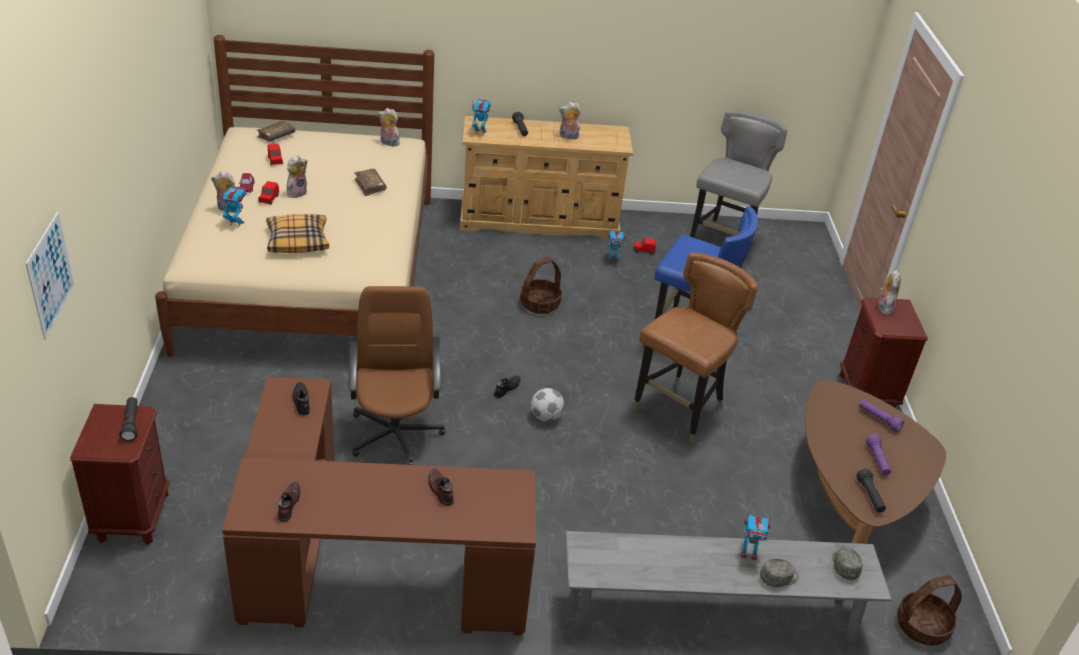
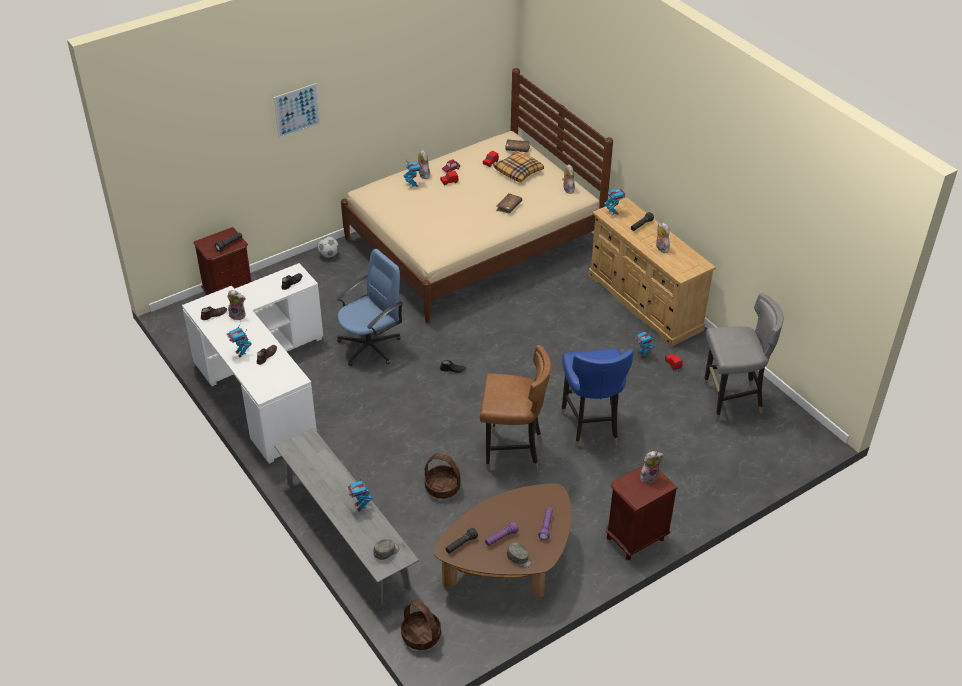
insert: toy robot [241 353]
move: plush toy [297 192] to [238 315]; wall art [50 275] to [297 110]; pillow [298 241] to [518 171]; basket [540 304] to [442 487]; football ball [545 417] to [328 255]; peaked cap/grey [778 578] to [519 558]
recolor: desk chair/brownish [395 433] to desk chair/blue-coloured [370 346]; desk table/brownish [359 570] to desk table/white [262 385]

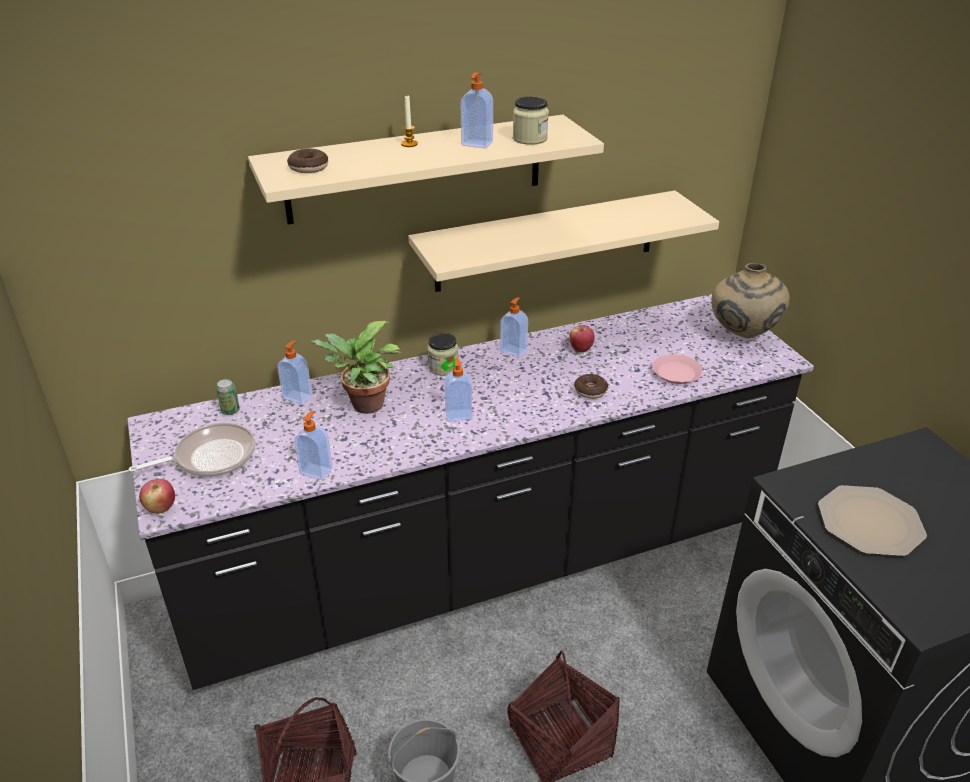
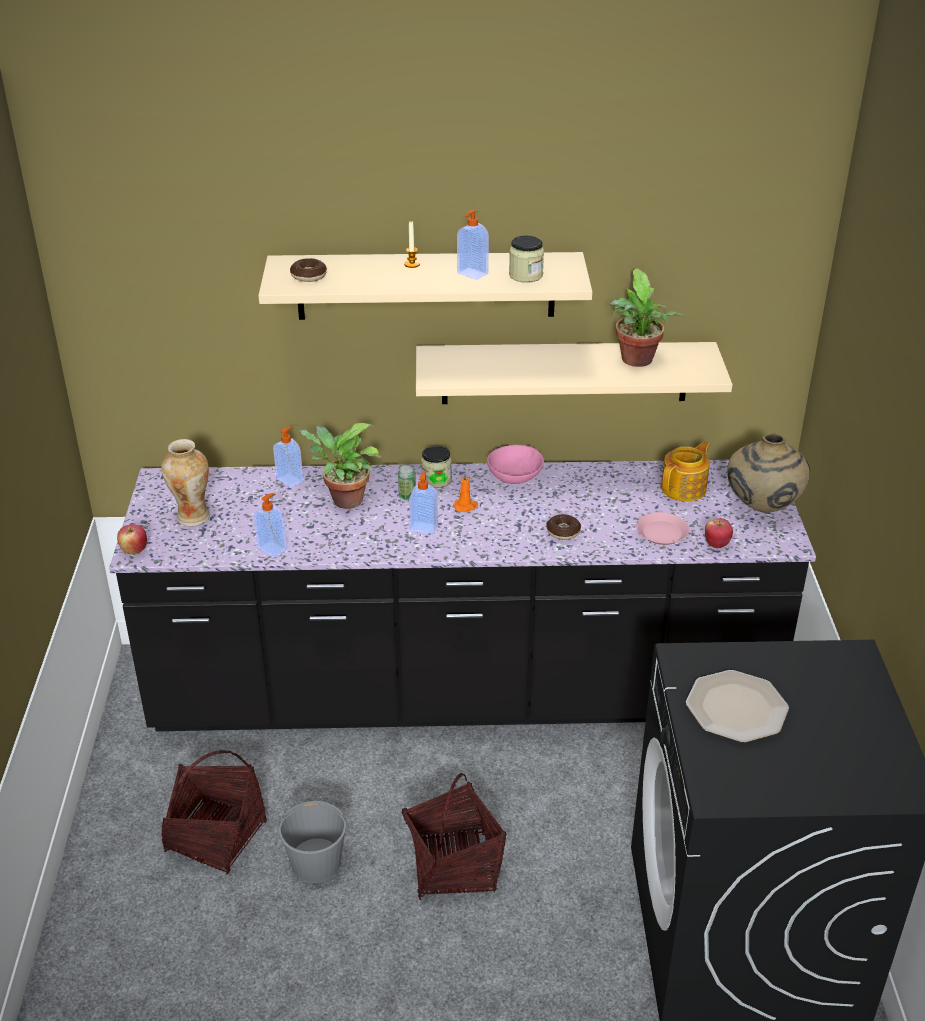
insert: potted plant [637 362]; teapot [684 488]; wax light/orange [466 506]
move: whole apple [581 349] to [716 544]; metal can [230 411] to [407 496]
replace: soap dispenser [514 350] to bowl/pinkish [514 477]; pan [211 457] to decorative vase [192 517]

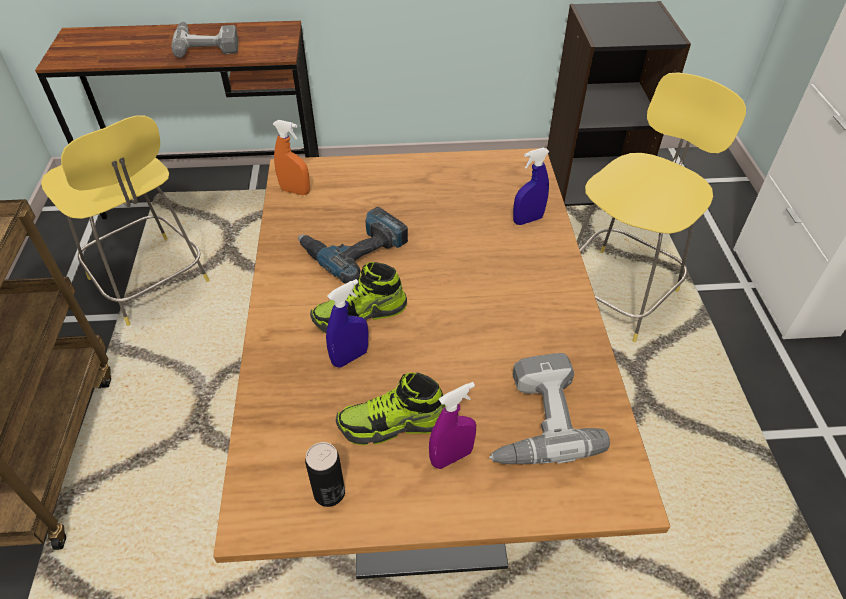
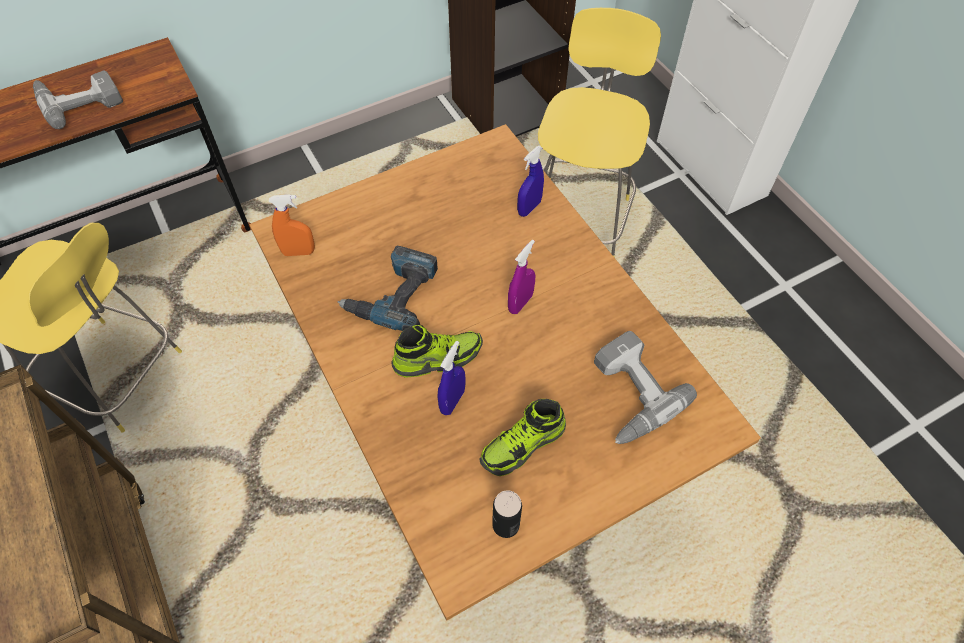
move: sprayer/purple [451 457] to [520 303]
rotate: item of footwear [360 315] = [437 358] 150 degrees counterclockwise

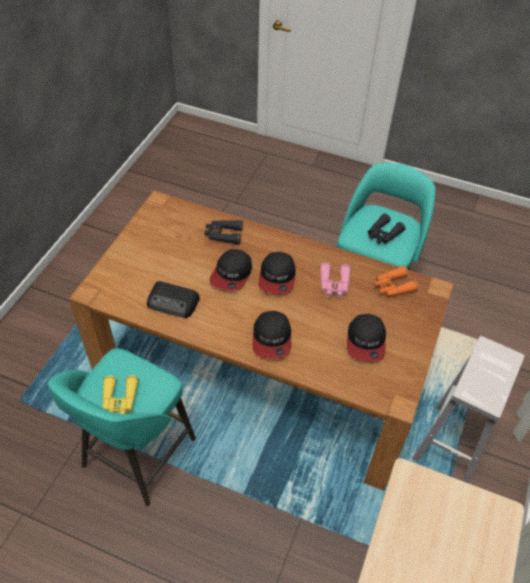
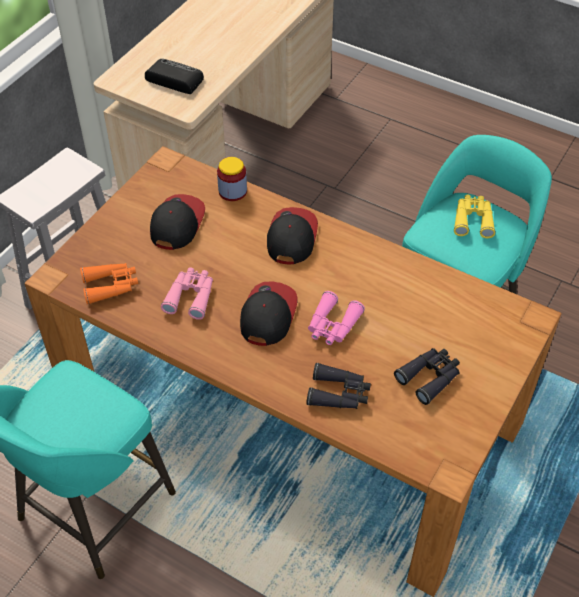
insert: preserve jar [232 191]
move: field glasses/black [383 234] to [430 377]; radio receiver [173 302] to [174 79]
replace: peaked cap [232 274] to field glasses/pinkish [332 325]

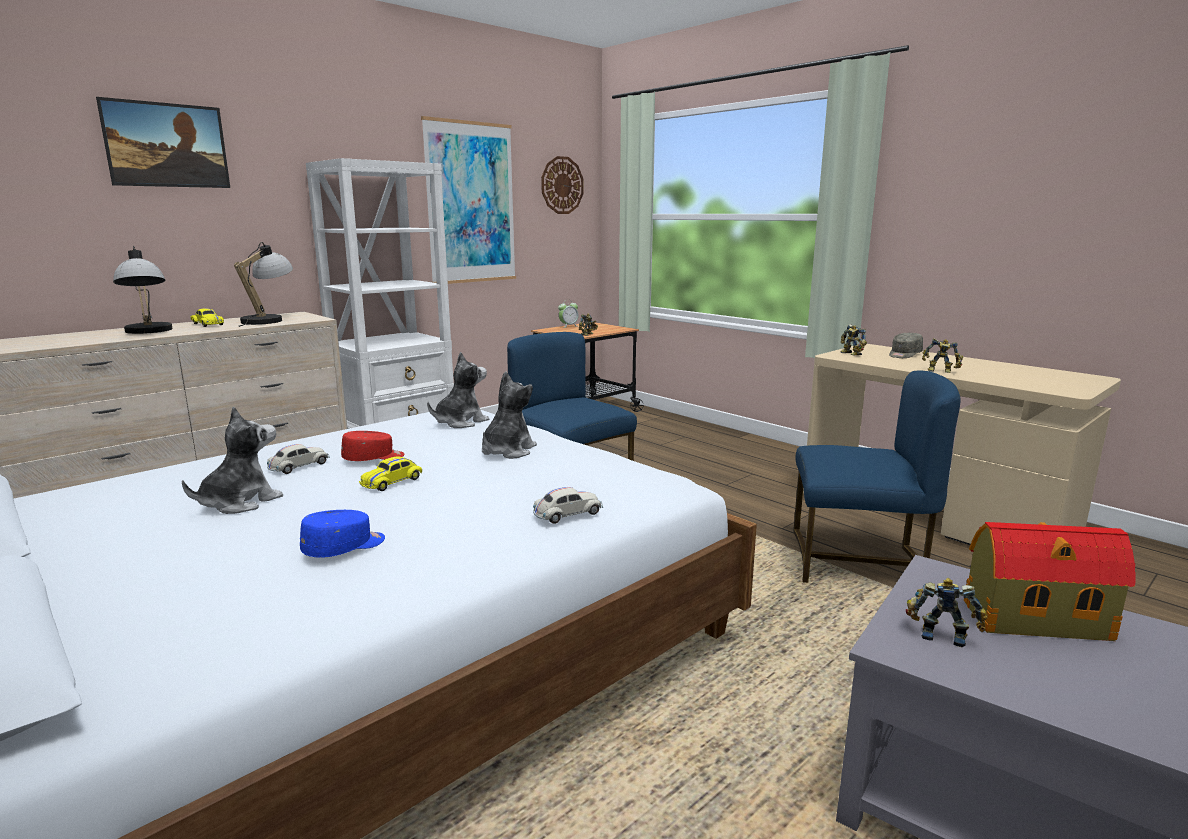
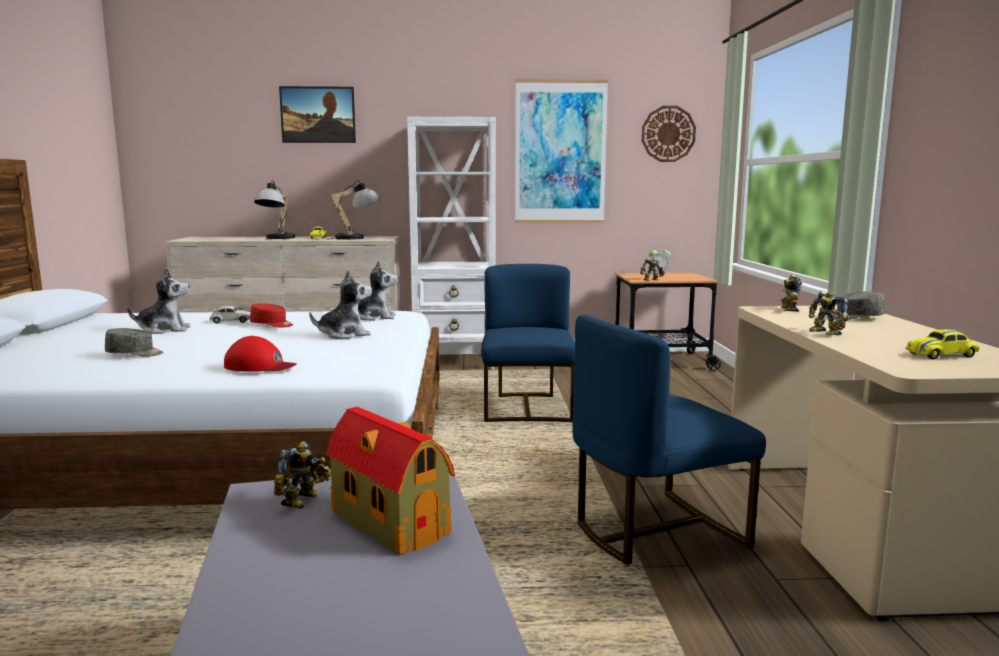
move: toy car/yellow [392 482] to [941 355]
replace: toy car/white [567 513] to peaked cap/reddish [259 366]
recolor: peaked cap/blue-coloured [344 548] to peaked cap/grey [135 354]
rotate: chair/blue-coloured [856 561] = [654 530] 105 degrees clockwise; toy robot [941 634] = [304 500] 45 degrees clockwise

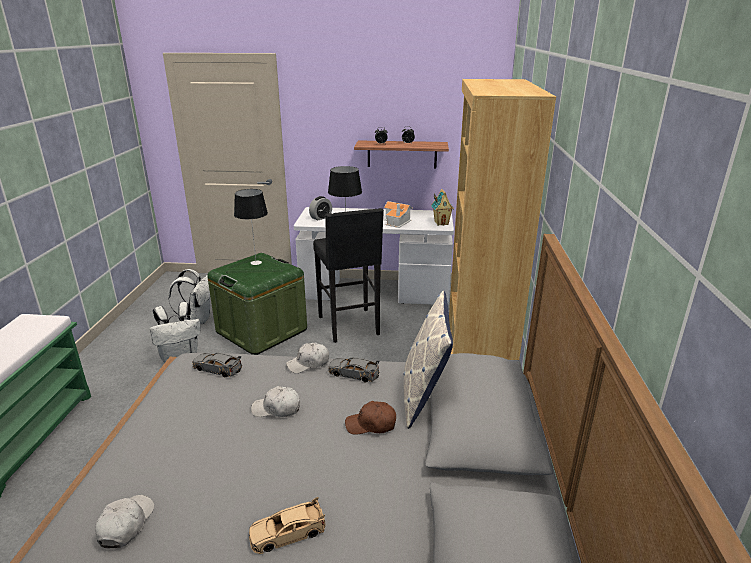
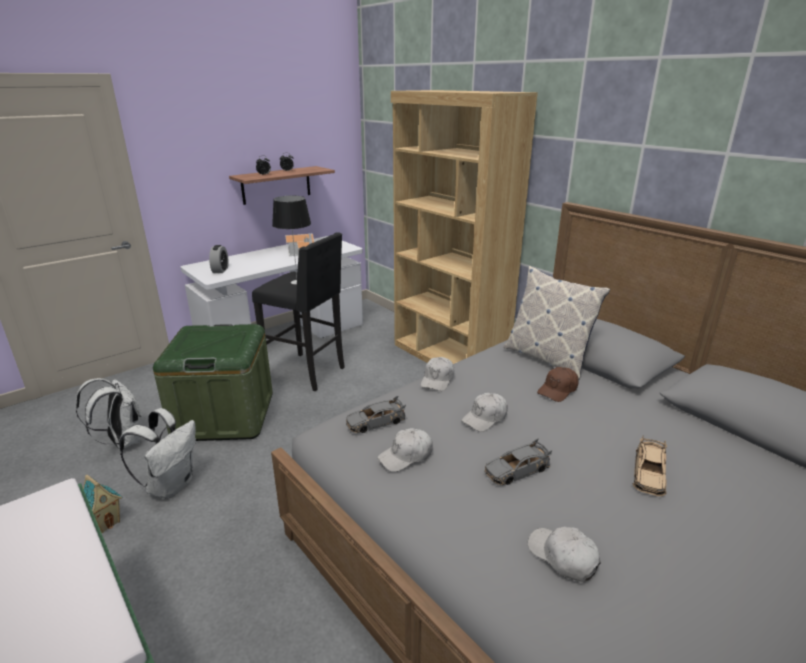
delete: tabletop lamp [256 263]
insert: peaked cap/white [406 456]
move: toy house [441 223] to [106 522]; toy car/grey [354 373] to [517 470]

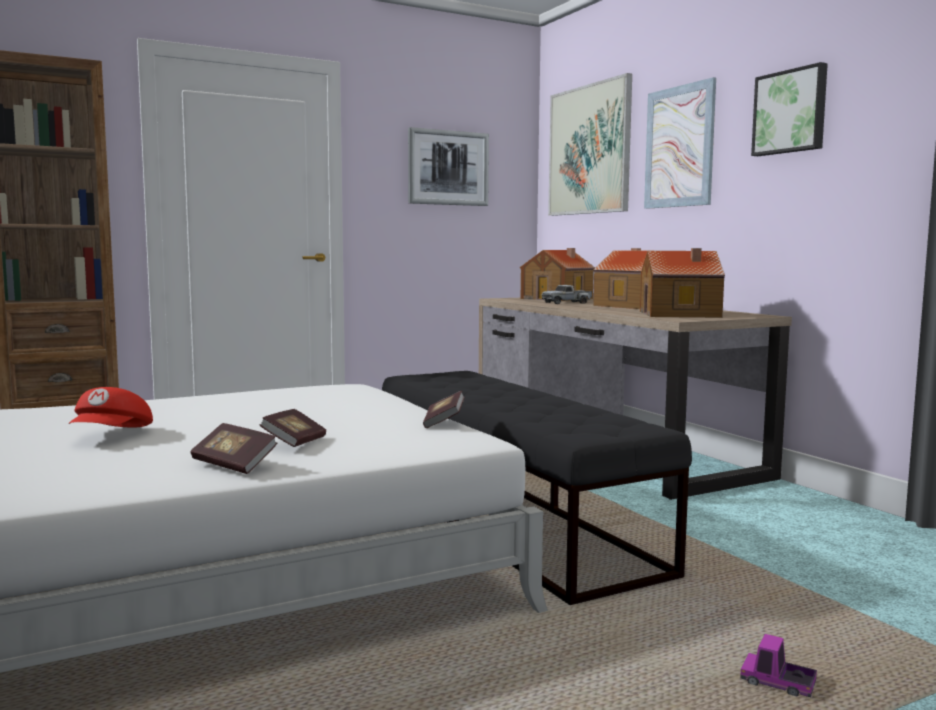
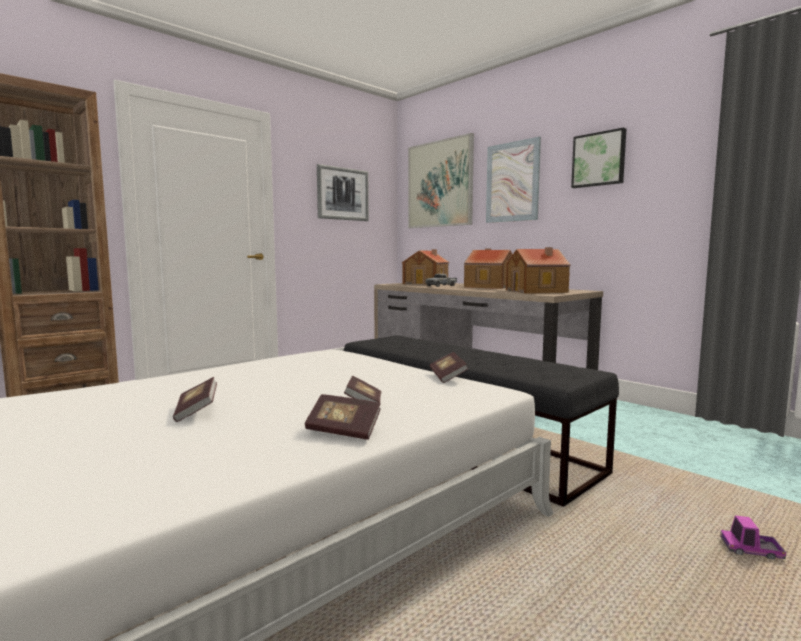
replace: peaked cap/reddish [112 435] to book [196 411]

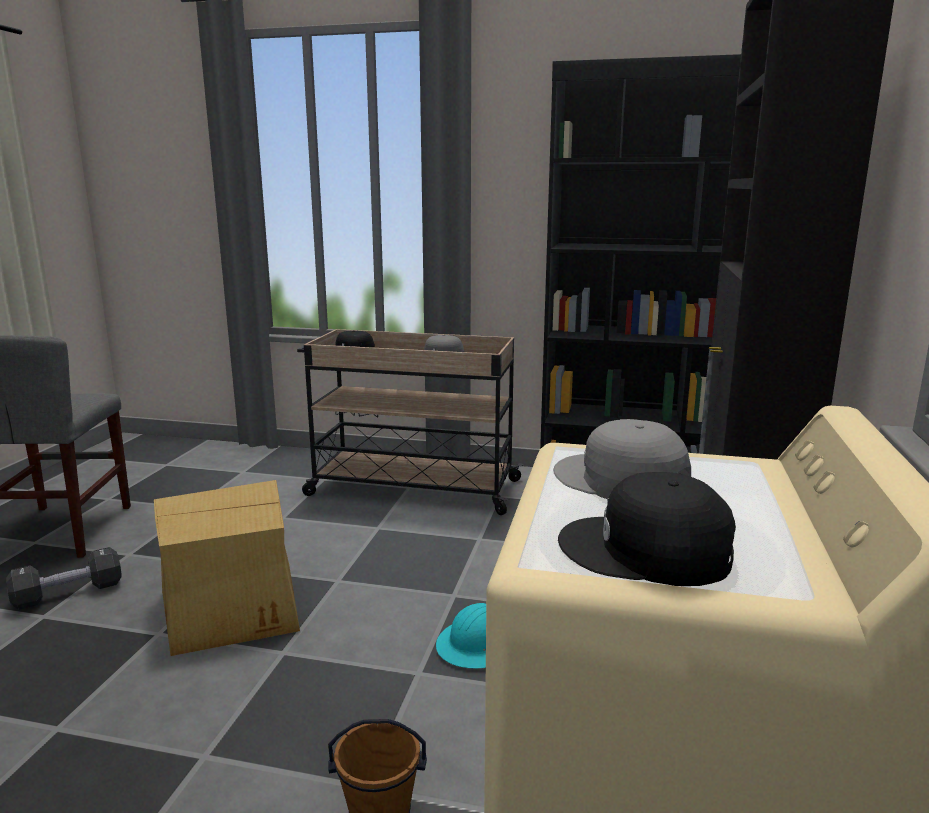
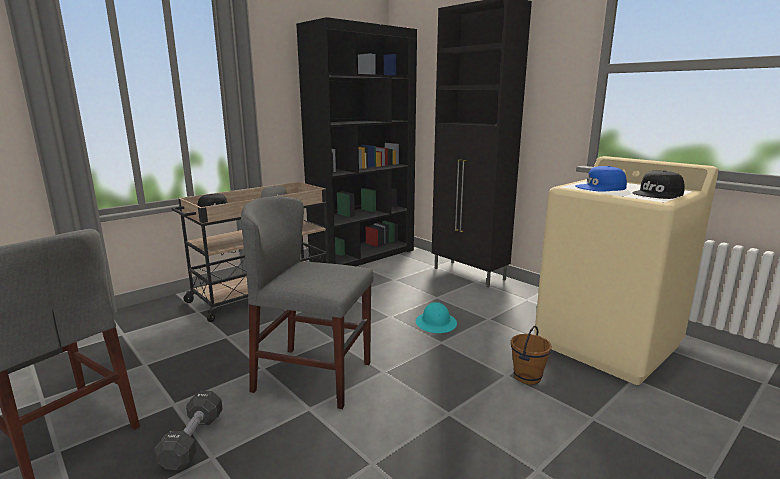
replace: cardboard box [233 606] to chair/grey [313 376]
recolor: peaked cap/grey [620 480] to peaked cap/blue-coloured [601 187]

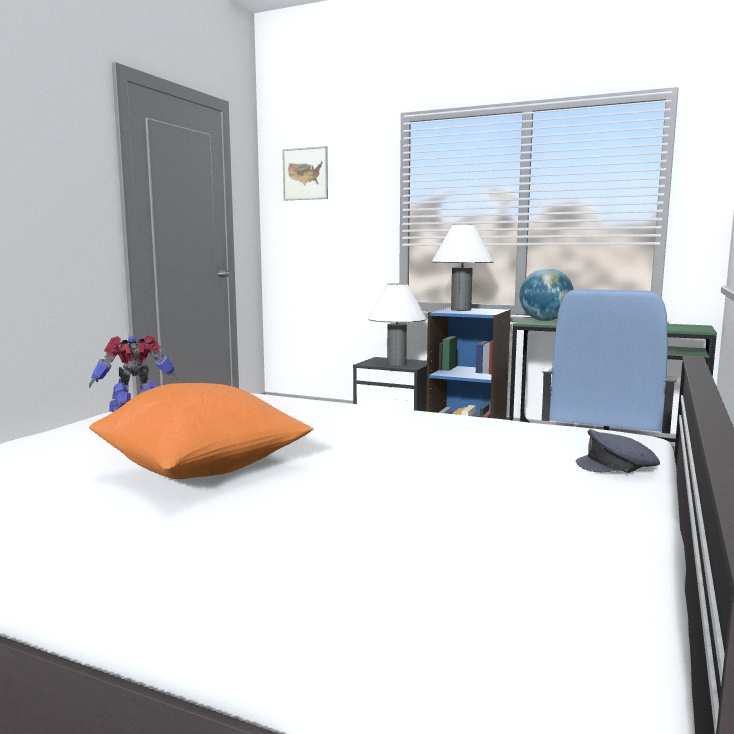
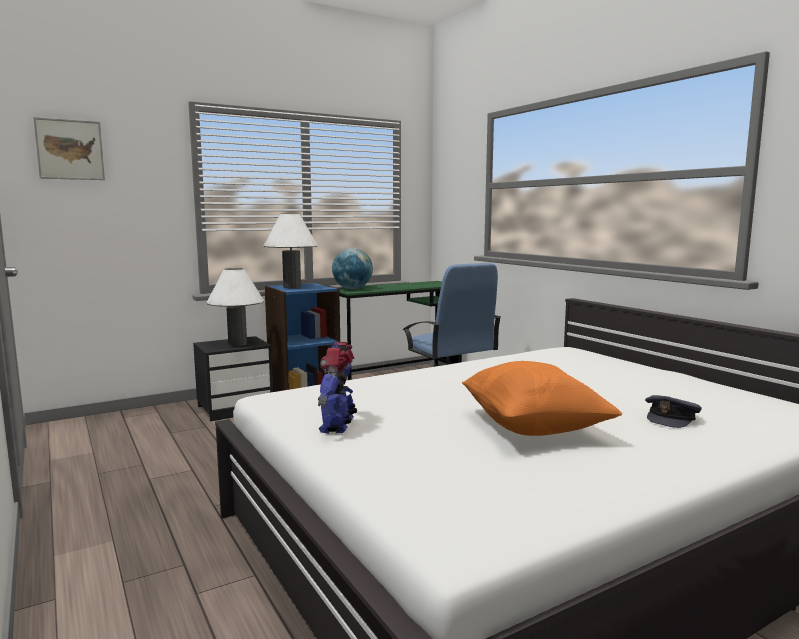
move: peaked cap/grey [618 466] to [671 418]

